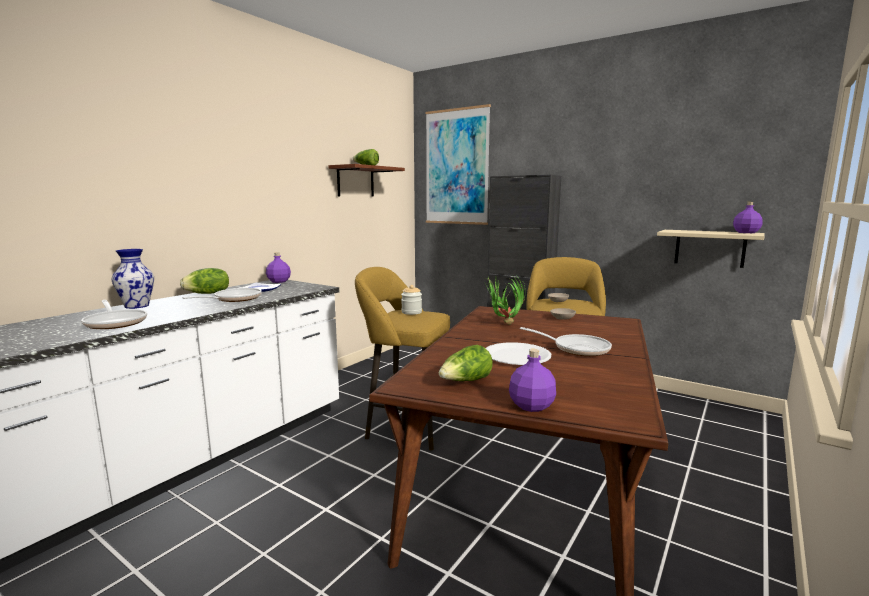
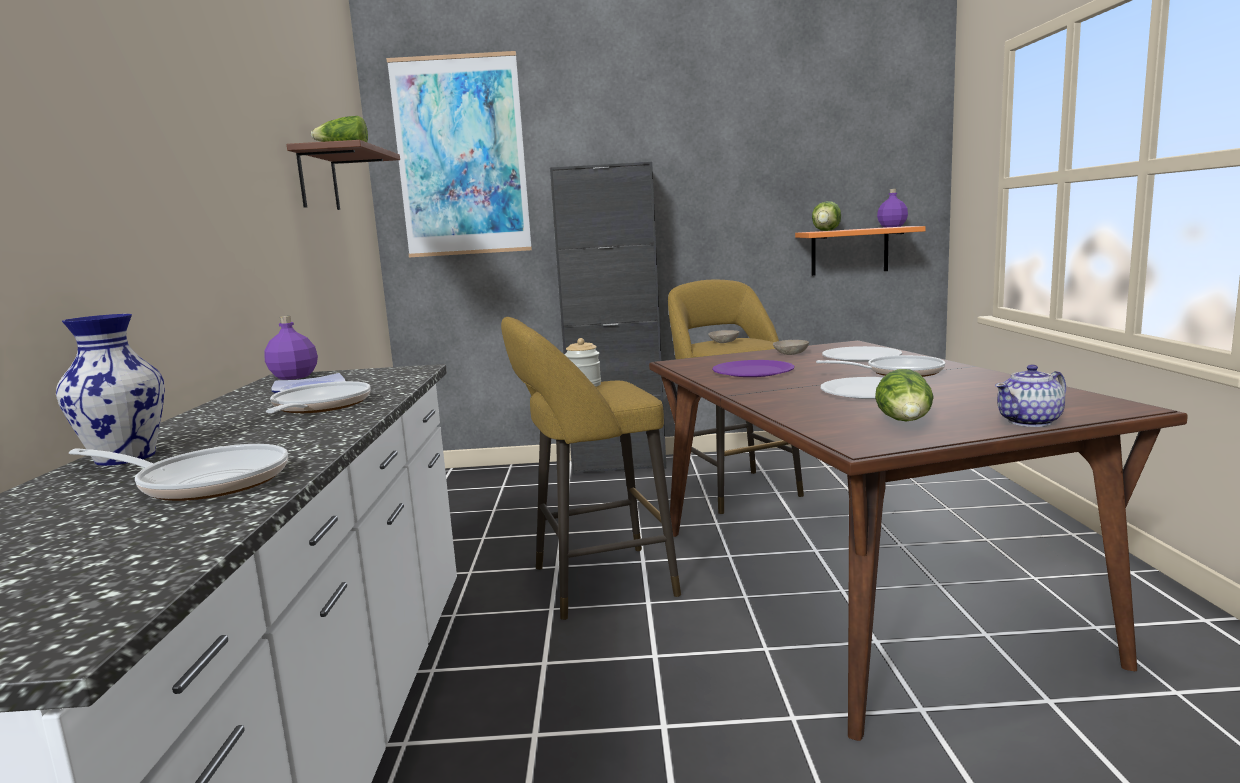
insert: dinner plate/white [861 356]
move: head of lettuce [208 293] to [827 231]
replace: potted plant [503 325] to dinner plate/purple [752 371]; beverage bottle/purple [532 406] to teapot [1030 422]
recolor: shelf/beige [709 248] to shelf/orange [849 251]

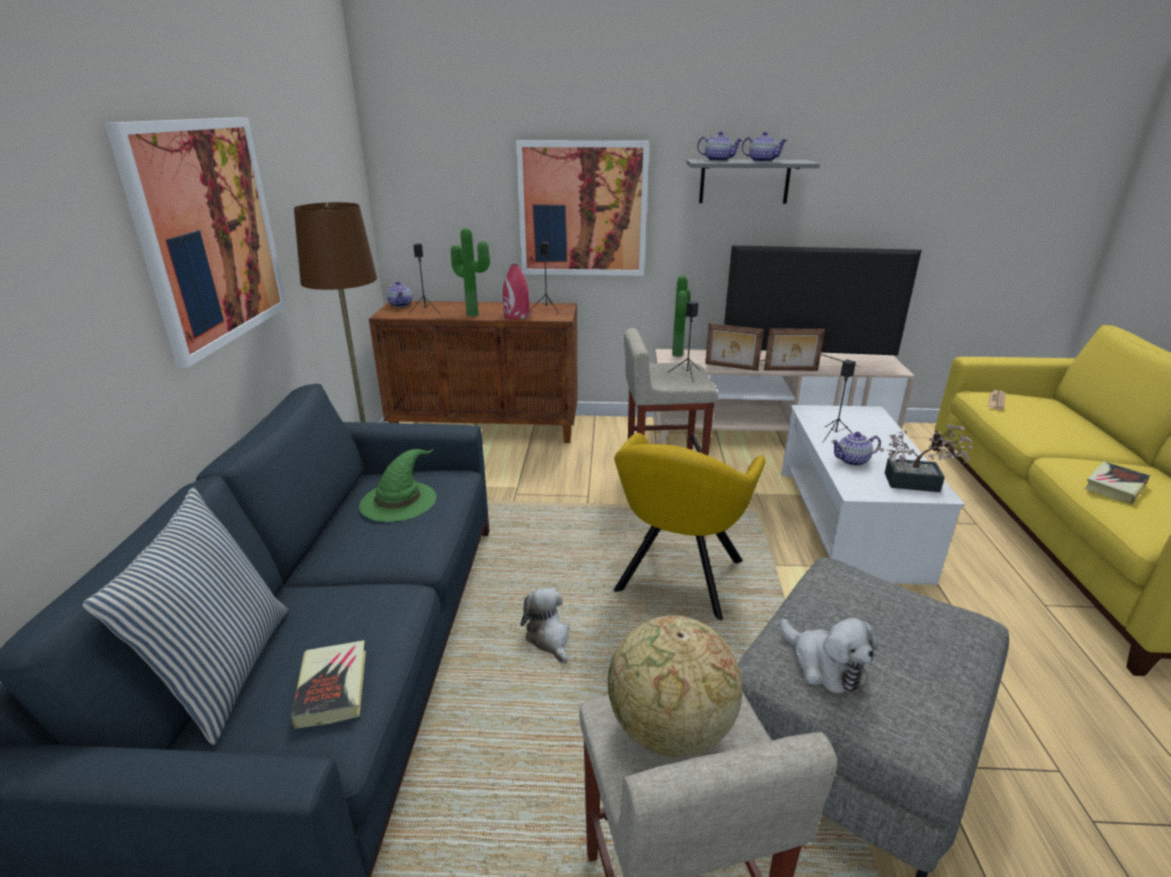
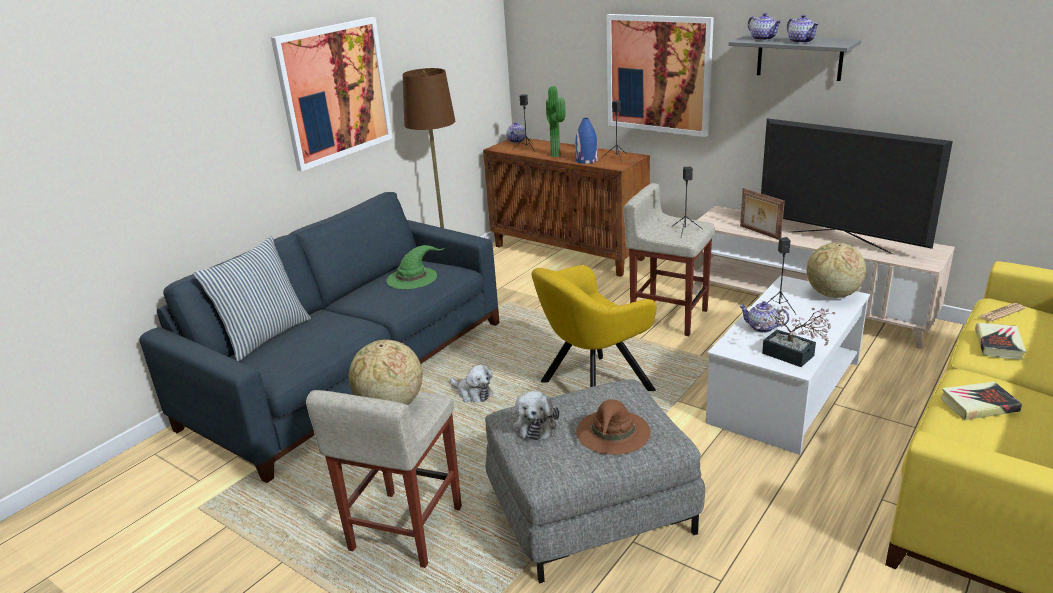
delete: potted plant [679 355]; standing frame [791 370]
insert: globe [832 294]; hat/brownish [613 432]
move: book [332 687] to [998 344]
recolor: decorative vase/reddish [516 315] to decorative vase/blue-coloured [586 160]
rotate: plush toy [549 638] = [473 394] 120 degrees clockwise

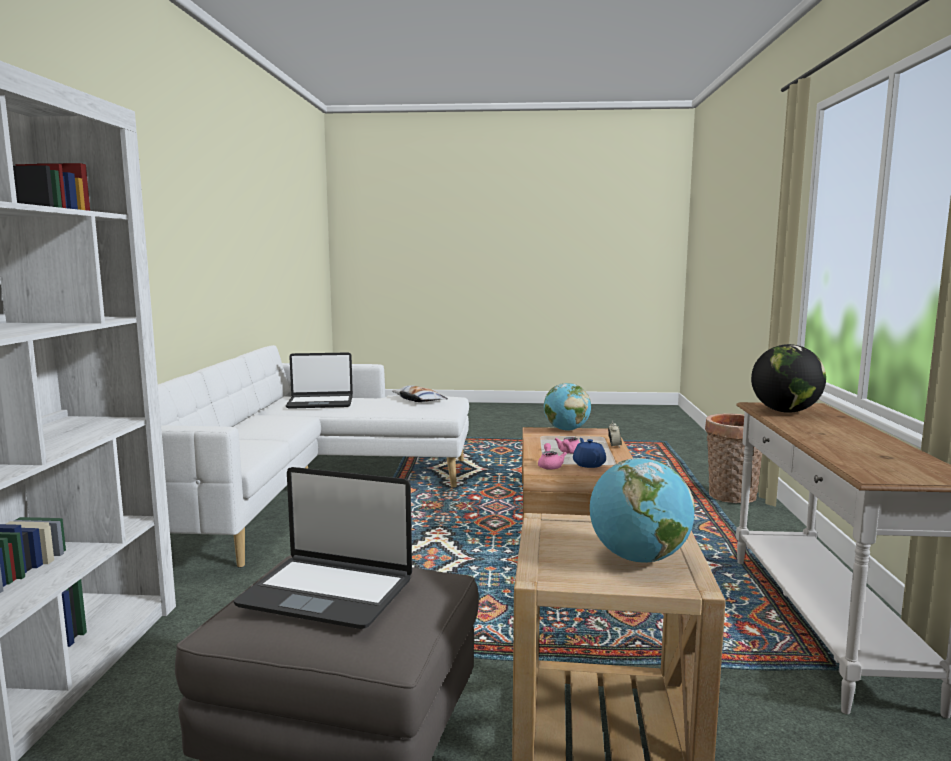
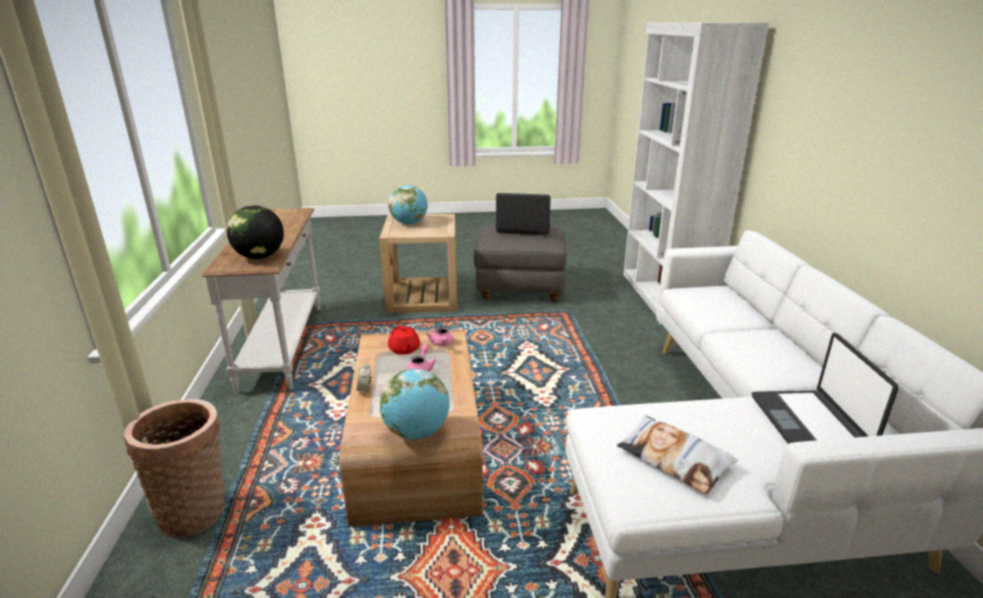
recolor: teapot/blue-coloured [589 464] to teapot/reddish [404 349]
rotate: notebook computer [320 403] = [810 423] 75 degrees counterclockwise

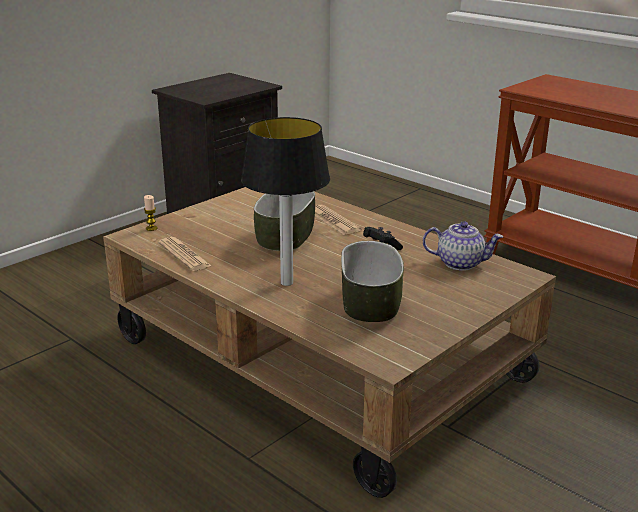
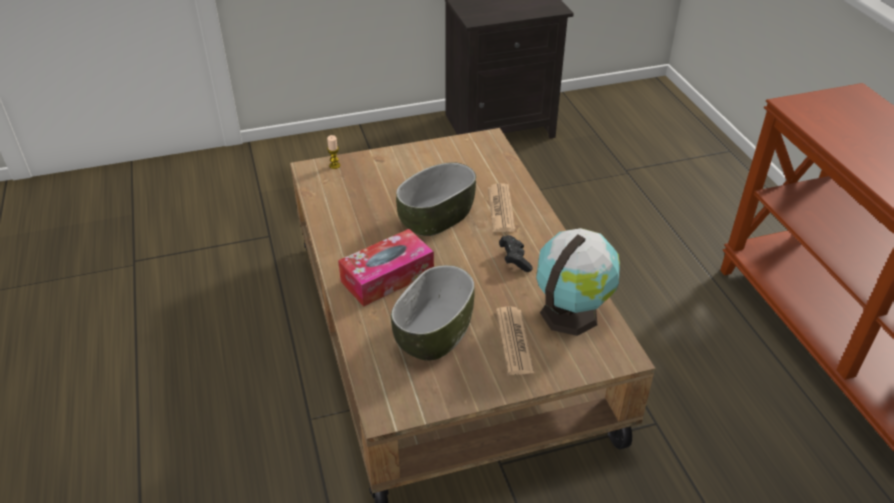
move: printed paper [184 255] to [514 341]
replace: tabletop lamp [287 283] to tissue box [387 277]; teapot [460 263] to globe [571 312]

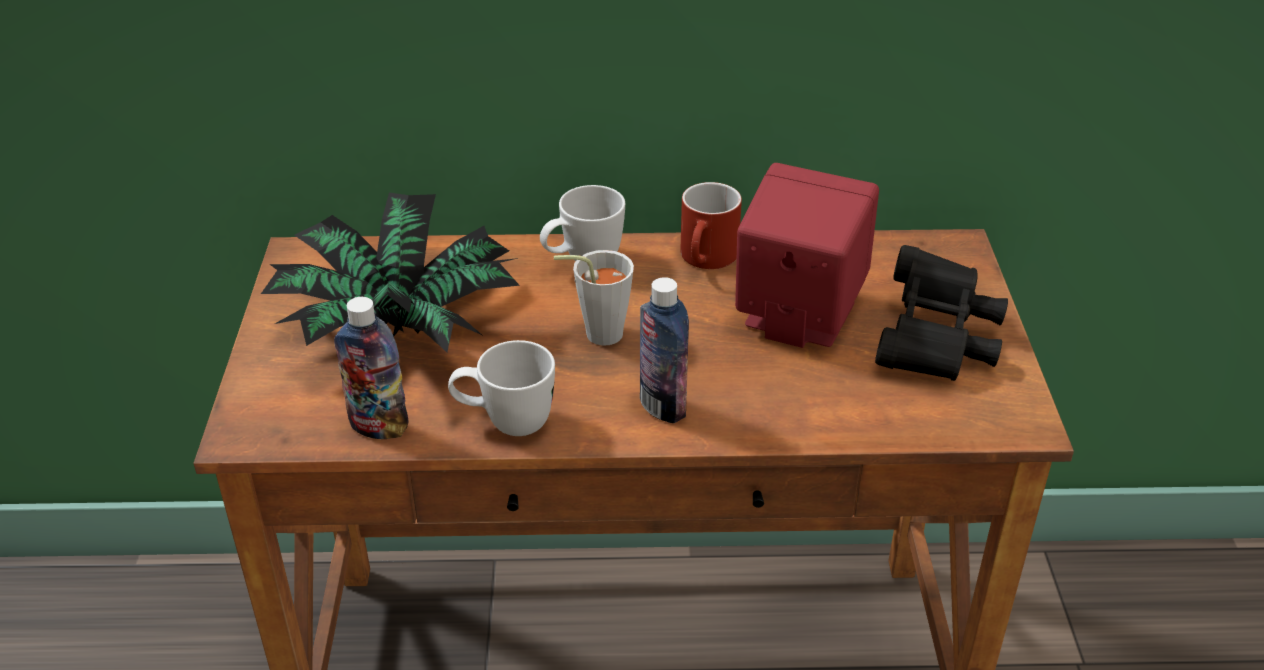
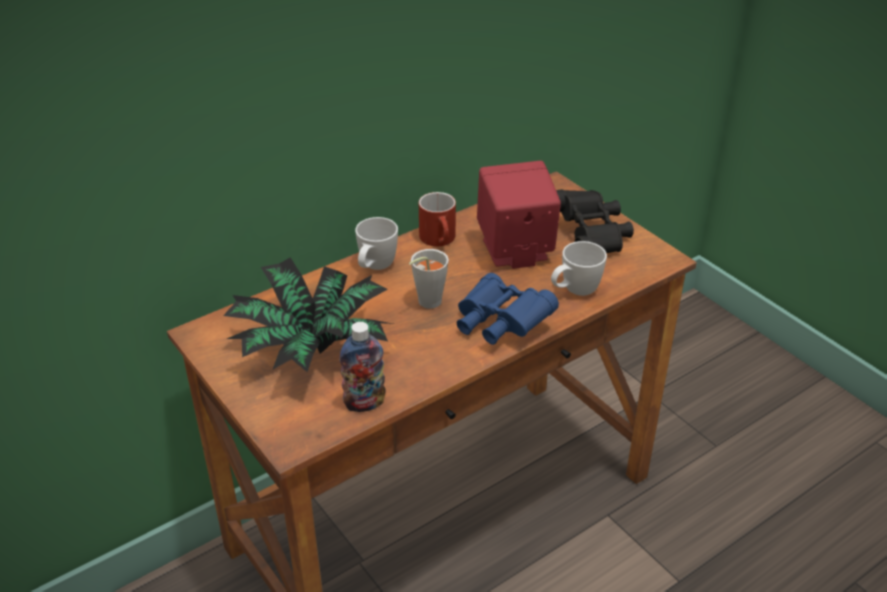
move: tea mug/white [505 423] to [574 292]
replace: beverage bottle [662 406] to field glasses/blue-coloured [499 324]

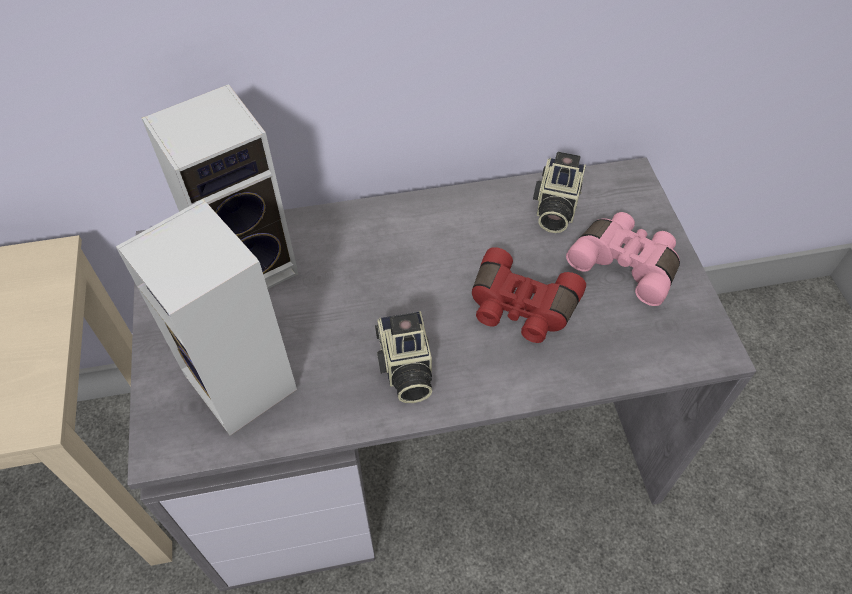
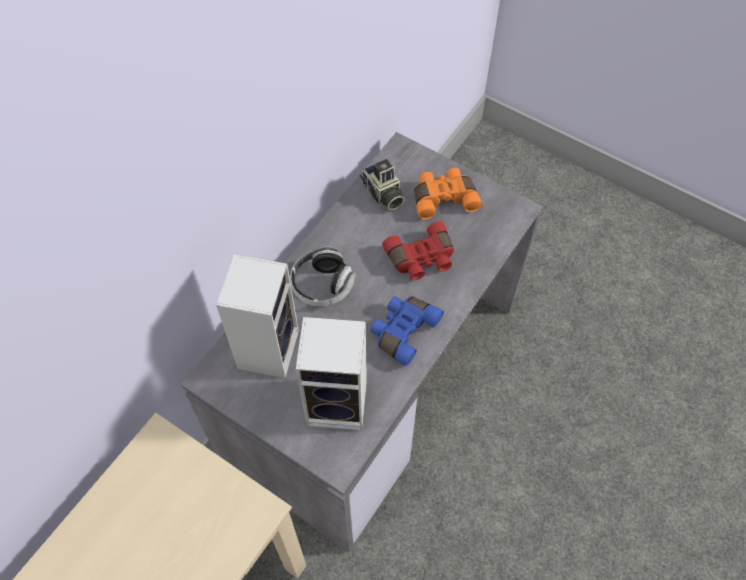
insert: pair of headphones [322 285]
replace: still camera [405 368] to field glasses/blue-coloured [403 331]
recolor: field glasses/pinkish [626 263] to field glasses/orange [444 198]

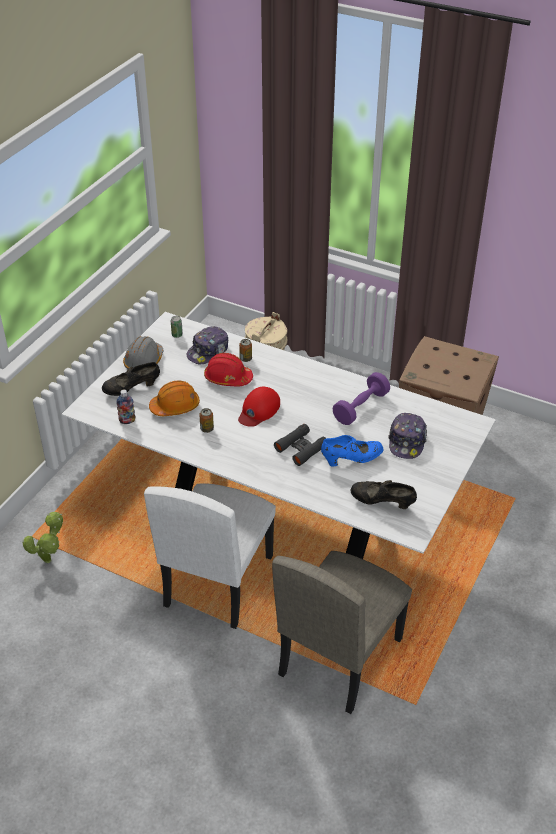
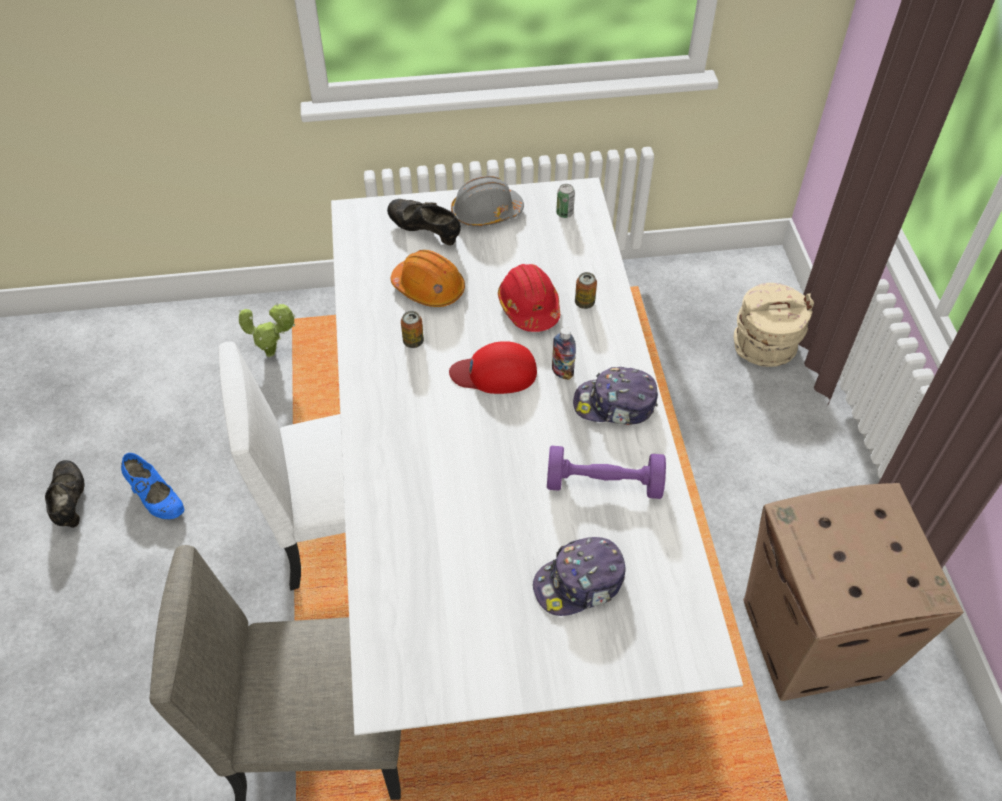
delete: field glasses/black [301 448]
move: peaked cap [208 351] to [615 405]; beverage bottle [127 421] to [562 372]; item of footwear/blue-coloured [352 459] to [156 498]; item of footwear/black [382 503] to [70 502]

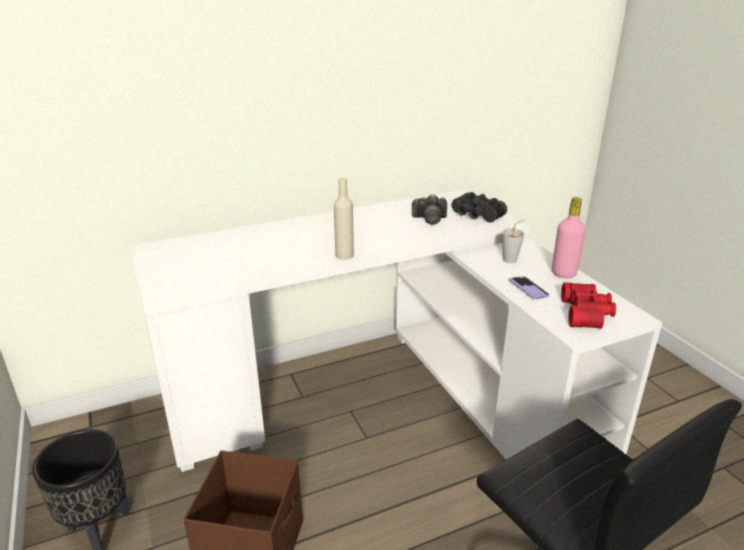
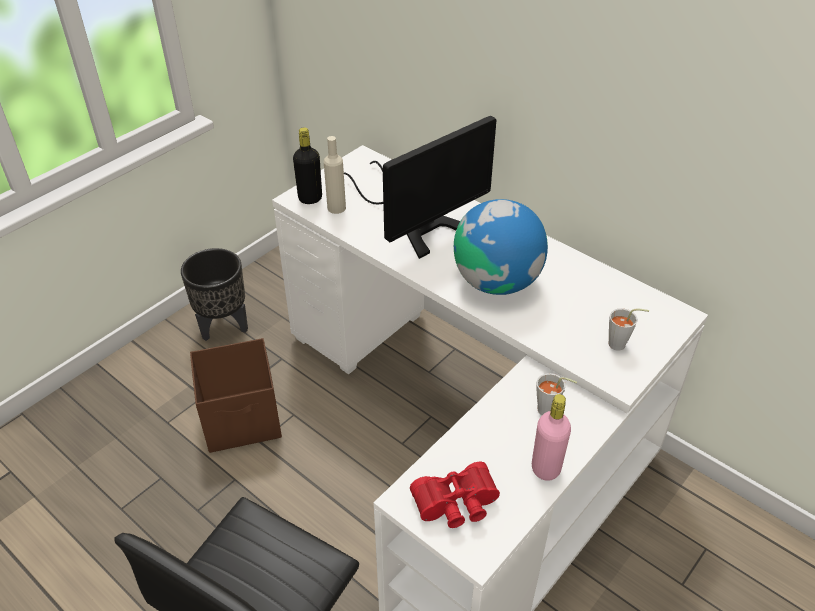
delete: still camera [429 219]; telephone [528 289]
insert: computer screen [419 221]; beverage bottle/black [310 198]; globe [496 281]
move: beverage bottle/beige [344 255] to [336 208]
replace: field glasses/black [475 216] to small cup/grey [621 345]

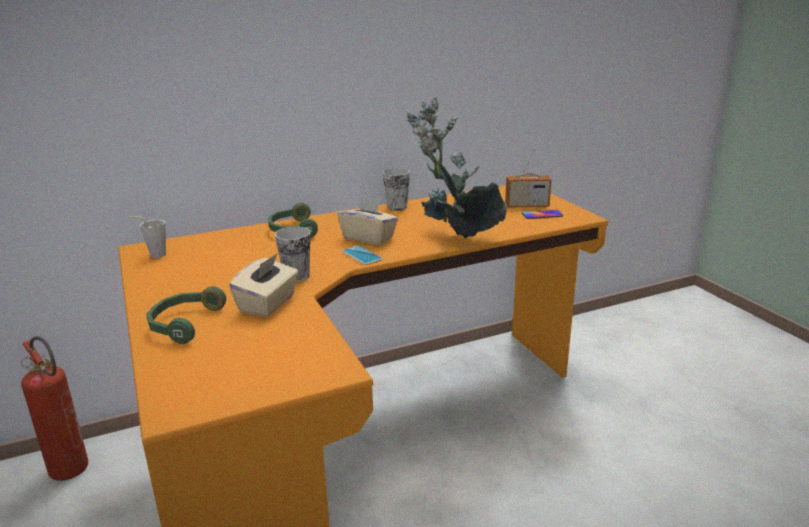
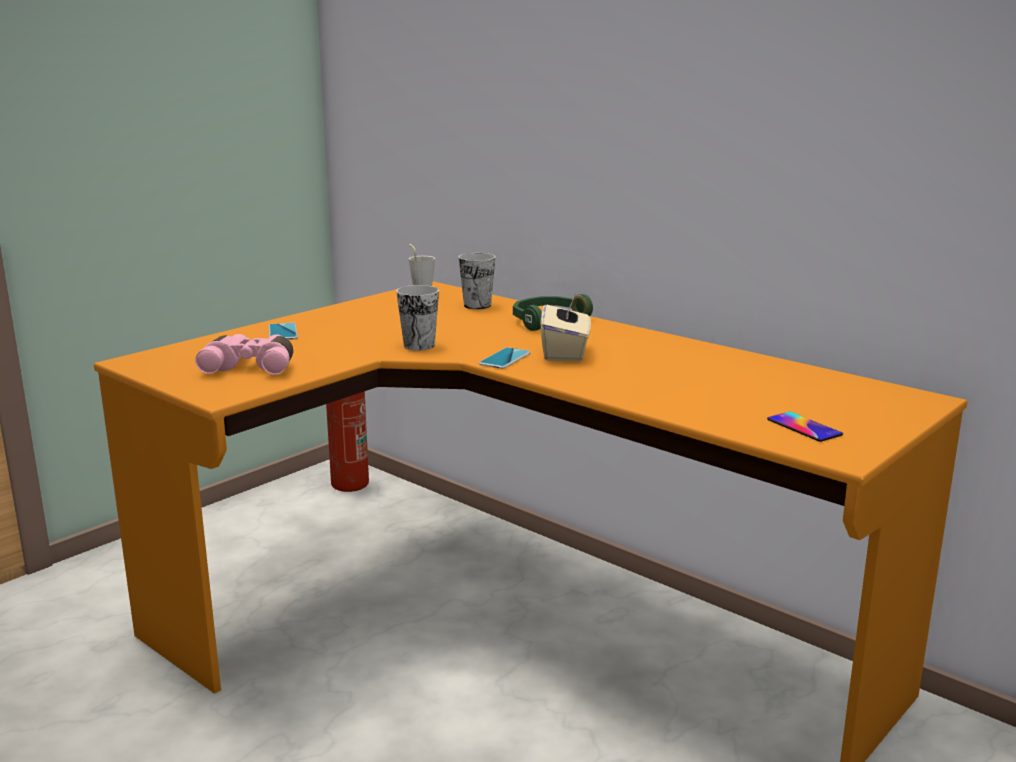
delete: potted plant [455 240]; radio receiver [527 205]; tissue box/beige [268 304]
insert: field glasses/pinkish [251 367]
move: small cup [397 207] to [477 305]
replace: pair of headphones/green [183 324] to telephone [283 332]

